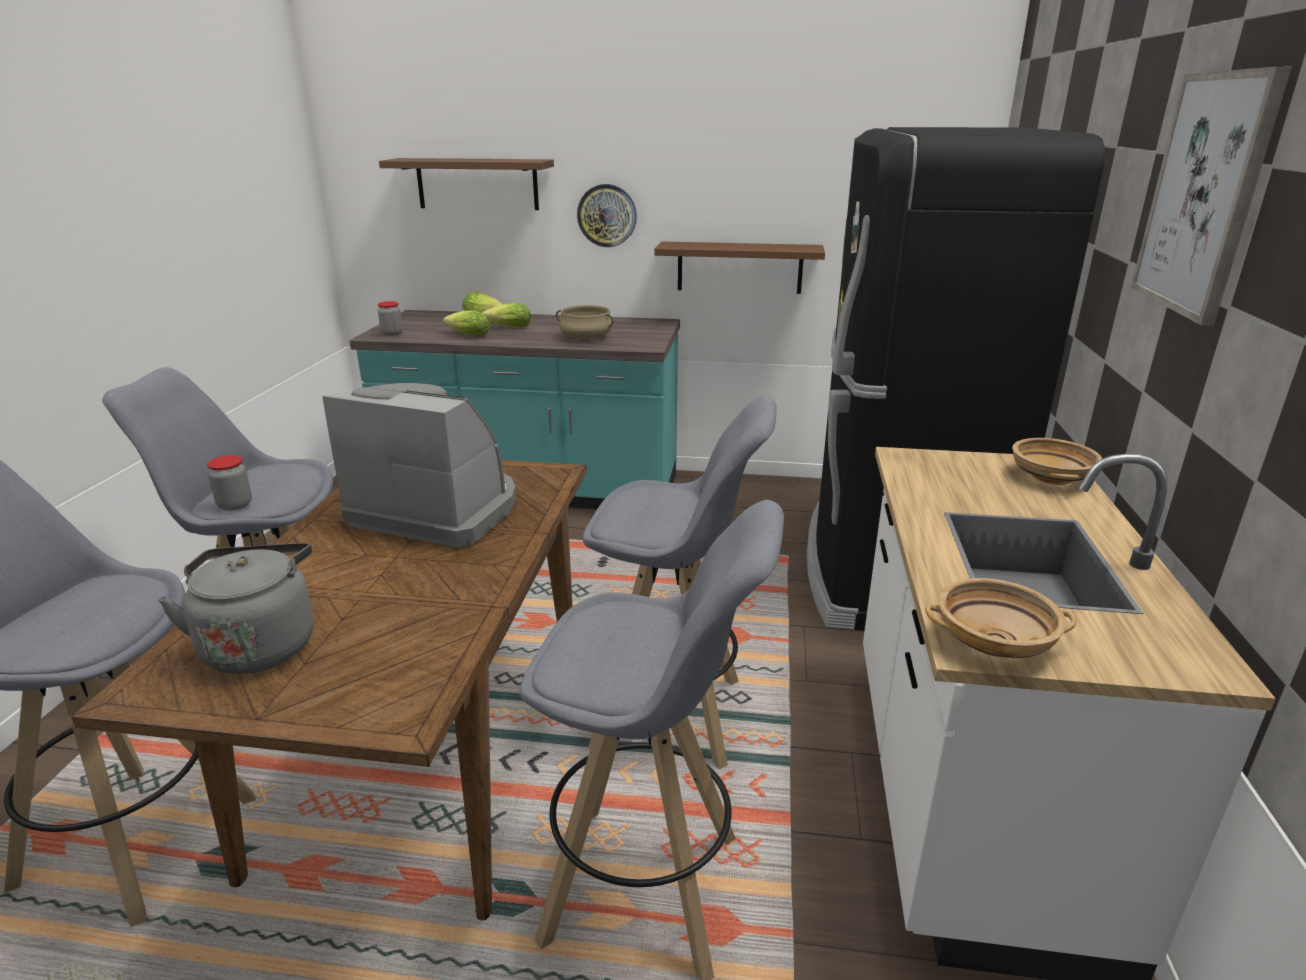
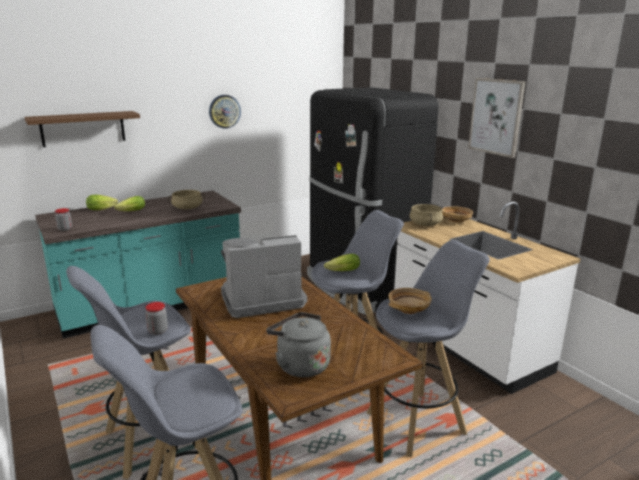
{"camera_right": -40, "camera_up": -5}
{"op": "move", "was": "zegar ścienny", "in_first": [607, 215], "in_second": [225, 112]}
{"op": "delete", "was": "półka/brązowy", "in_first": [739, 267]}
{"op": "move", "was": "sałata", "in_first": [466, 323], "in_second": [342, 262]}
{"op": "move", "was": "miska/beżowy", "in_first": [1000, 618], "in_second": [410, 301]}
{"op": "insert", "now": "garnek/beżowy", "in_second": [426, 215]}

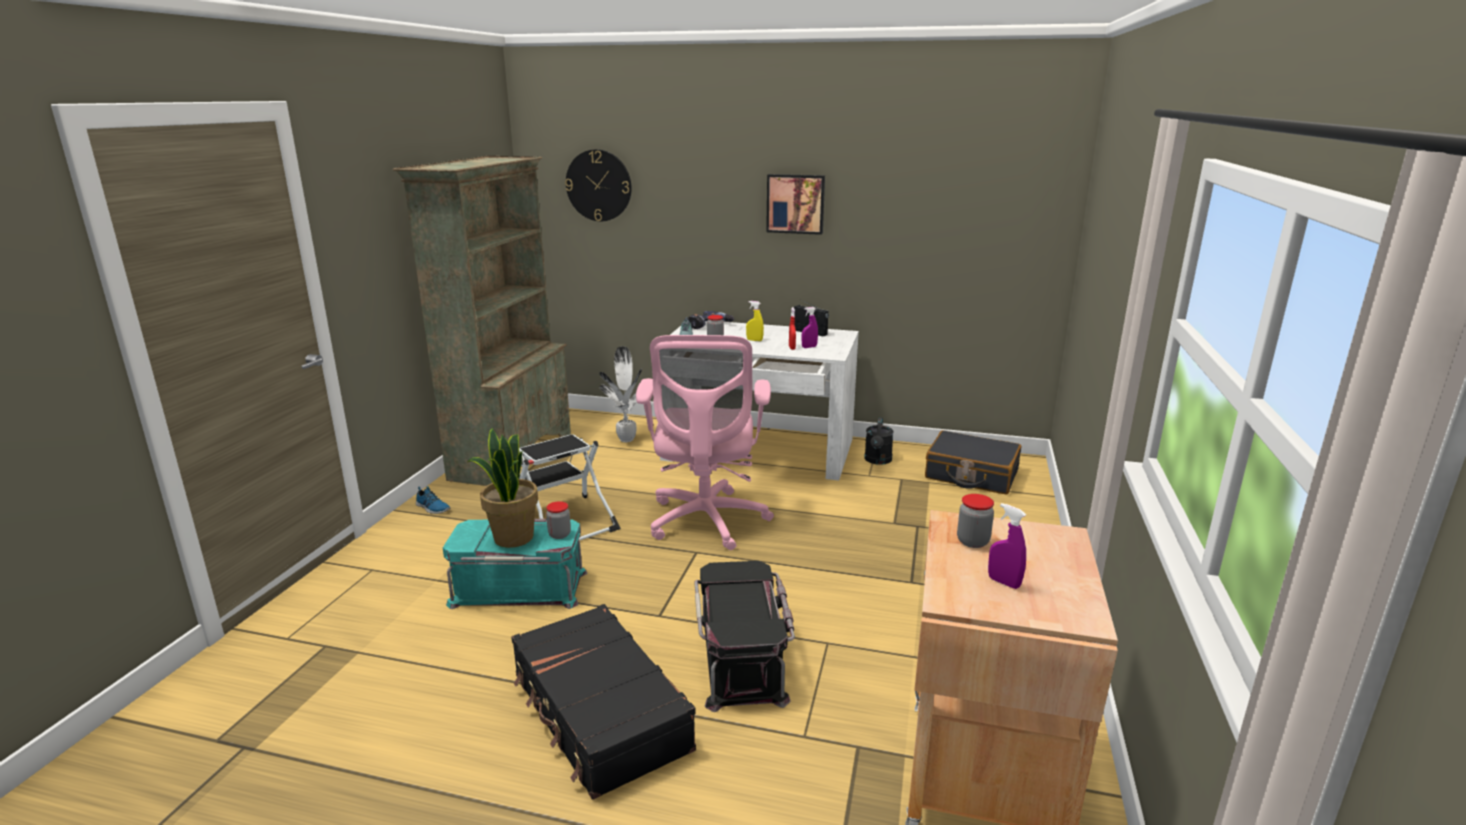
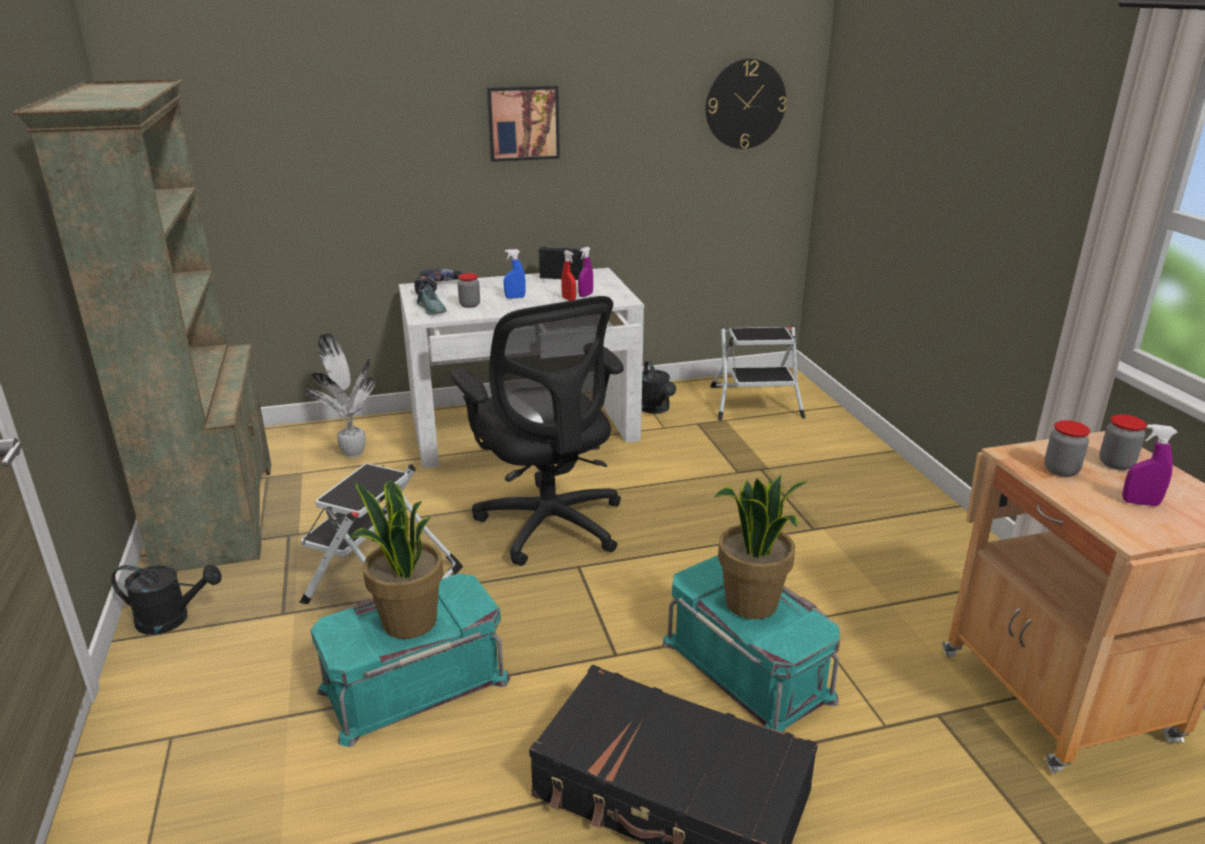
{"camera_right": -30, "camera_up": 5}
{"op": "move", "was": "zegar ścienny", "in_first": [598, 185], "in_second": [746, 104]}
{"op": "recolor", "was": "spryskiwacz/żółty", "now": "spryskiwacz/niebieski", "in_first": [755, 321], "in_second": [515, 273]}
{"op": "recolor", "was": "krzesło biurowe/różowy", "now": "krzesło biurowe/czarny", "in_first": [705, 442], "in_second": [537, 431]}
{"op": "replace", "was": "walizka/czarny", "now": "drabinka", "in_first": [973, 462], "in_second": [758, 373]}
{"op": "replace", "was": "but", "now": "konewka/czarny", "in_first": [433, 500], "in_second": [166, 599]}
{"op": "move", "was": "słoik", "in_first": [558, 520], "in_second": [1123, 442]}
{"op": "recolor", "was": "pojemnik do przechowywania/czarny", "now": "pojemnik do przechowywania/turkusowy", "in_first": [744, 636], "in_second": [751, 644]}
{"op": "insert", "now": "roślina doniczkowa", "in_second": [760, 547]}

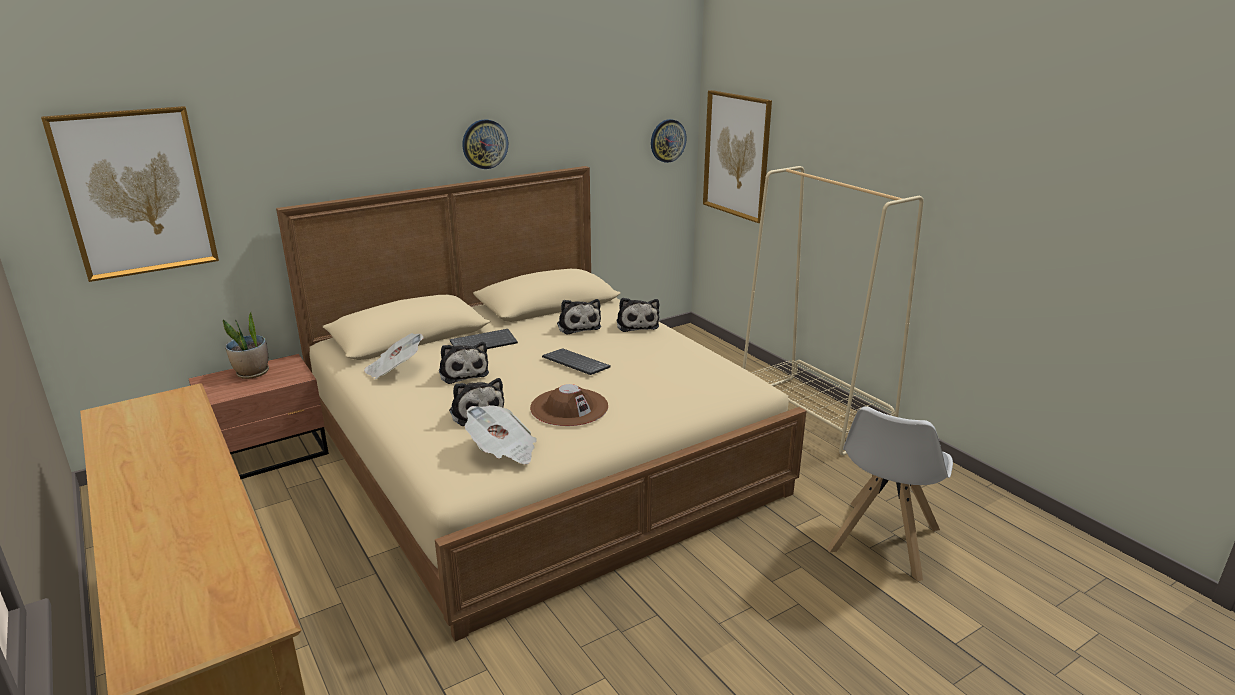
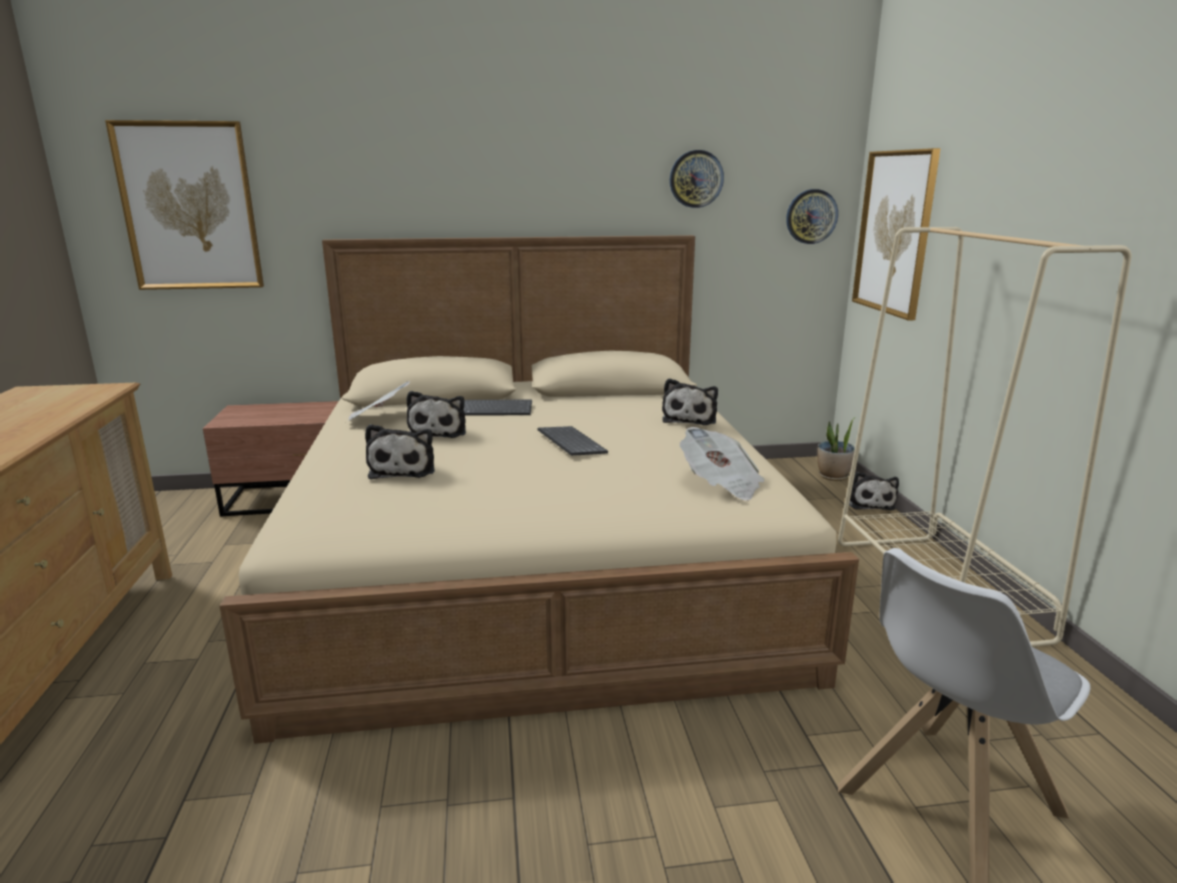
{"camera_right": 25, "camera_up": -5}
{"op": "move", "was": "zegar ścienny", "in_first": [485, 144], "in_second": [697, 179]}
{"op": "move", "was": "pluszak", "in_first": [579, 316], "in_second": [874, 491]}
{"op": "move", "was": "roślina doniczkowa", "in_first": [246, 345], "in_second": [836, 449]}
{"op": "delete", "was": "kapelusz/brązowy", "in_first": [569, 405]}
{"op": "move", "was": "gazeta", "in_first": [501, 435], "in_second": [722, 464]}

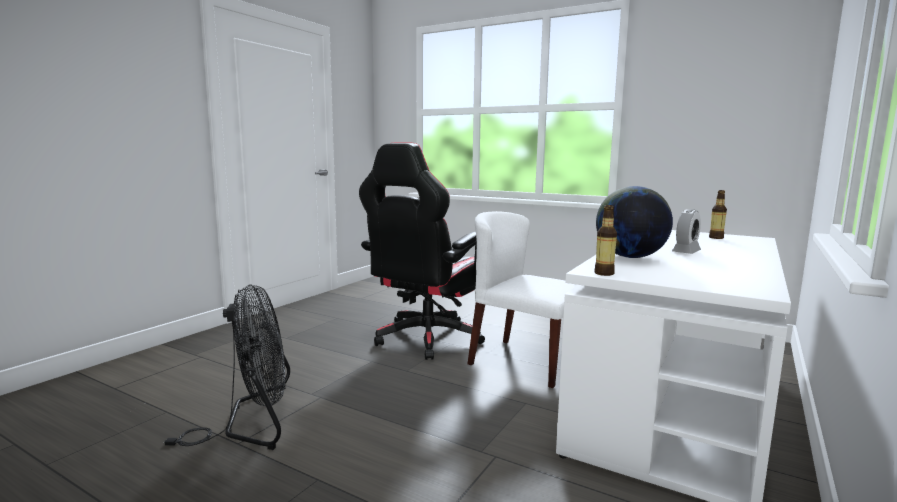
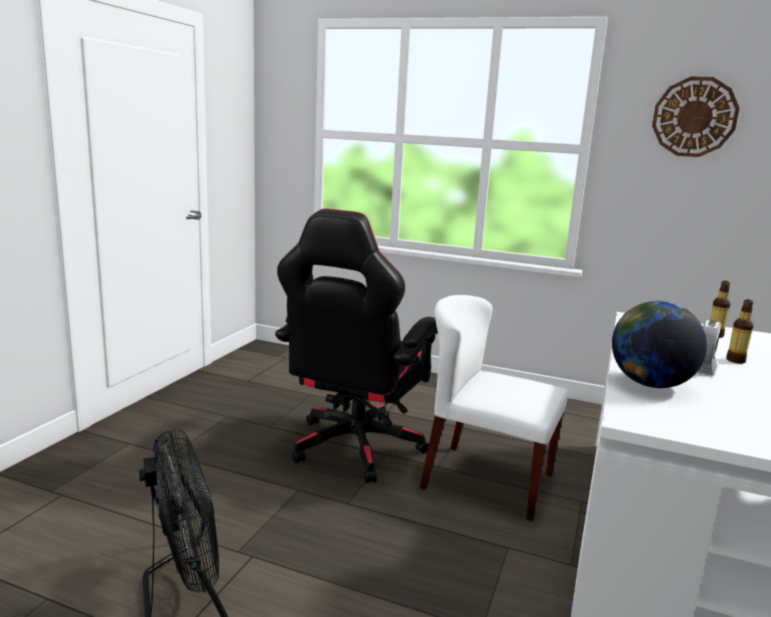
{"camera_right": -10, "camera_up": 5}
{"op": "move", "was": "butelka", "in_first": [605, 240], "in_second": [739, 331]}
{"op": "insert", "now": "zegar ścienny", "in_second": [696, 117]}

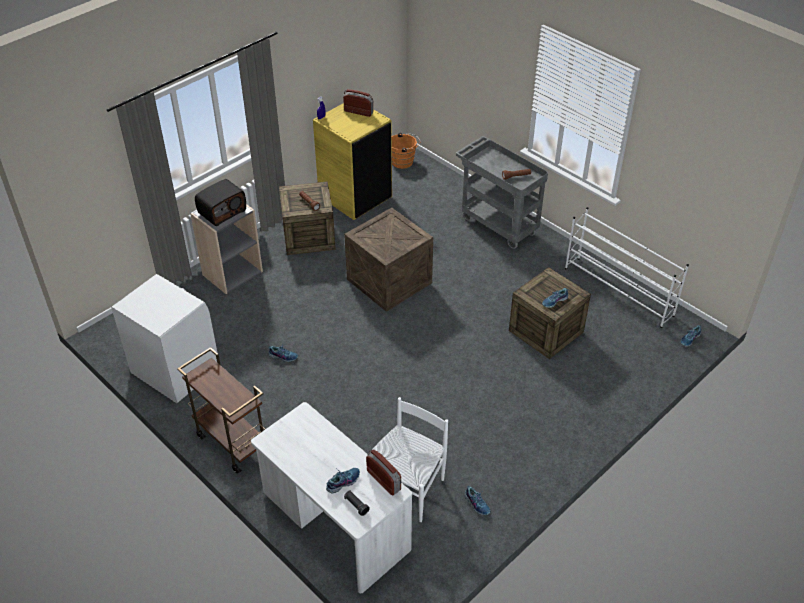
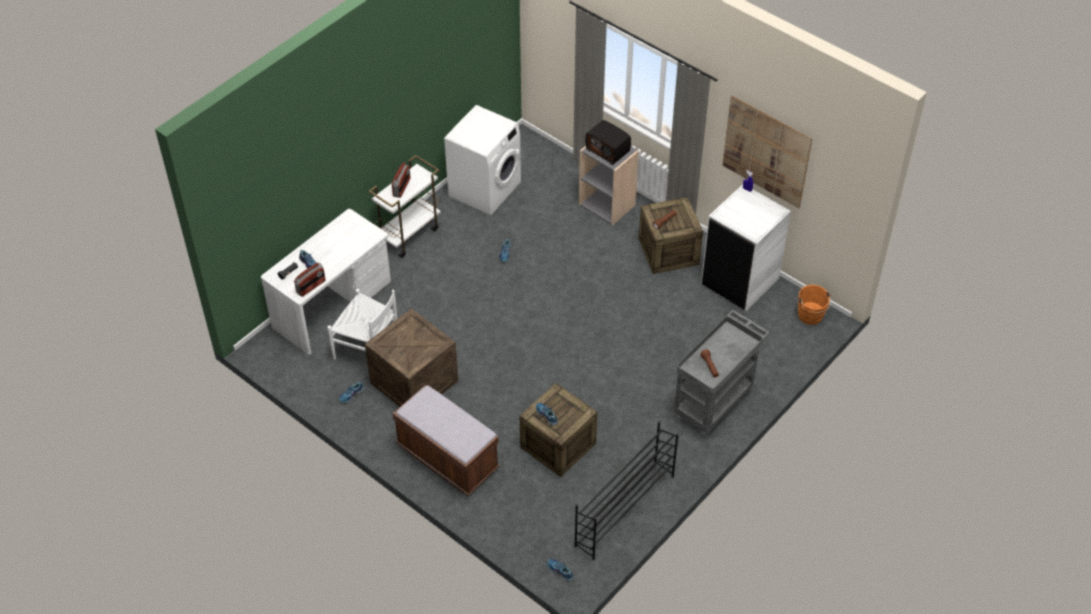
{"camera_right": 85, "camera_up": 5}
{"op": "move", "was": "radio", "in_first": [358, 103], "in_second": [401, 180]}
{"op": "recolor", "was": "szafka/żółty", "now": "szafka/biały", "in_first": [352, 161], "in_second": [746, 247]}
{"op": "recolor", "was": "regał na buty/biały", "now": "regał na buty/czarny", "in_first": [627, 267], "in_second": [626, 490]}
{"op": "move", "was": "skrzynka", "in_first": [388, 260], "in_second": [411, 357]}
{"op": "recolor", "was": "wózek/brązowy", "now": "wózek/biały", "in_first": [221, 410], "in_second": [404, 206]}
{"op": "insert", "now": "obraz", "in_second": [767, 152]}
{"op": "insert", "now": "ławka/brązowy", "in_second": [446, 440]}

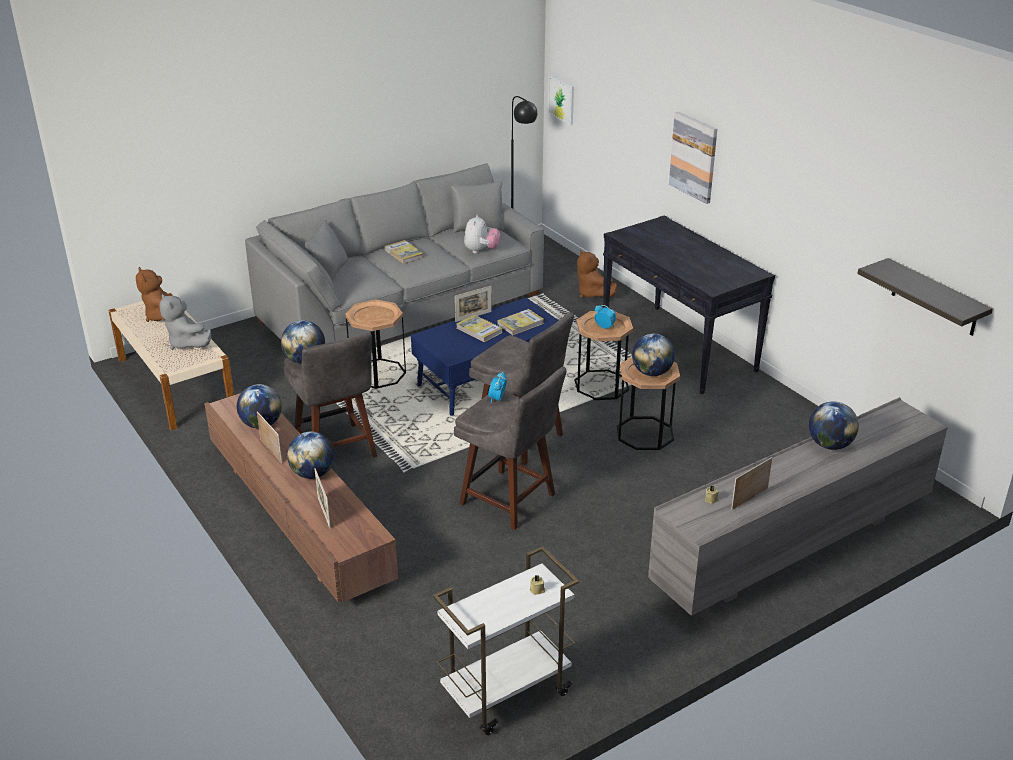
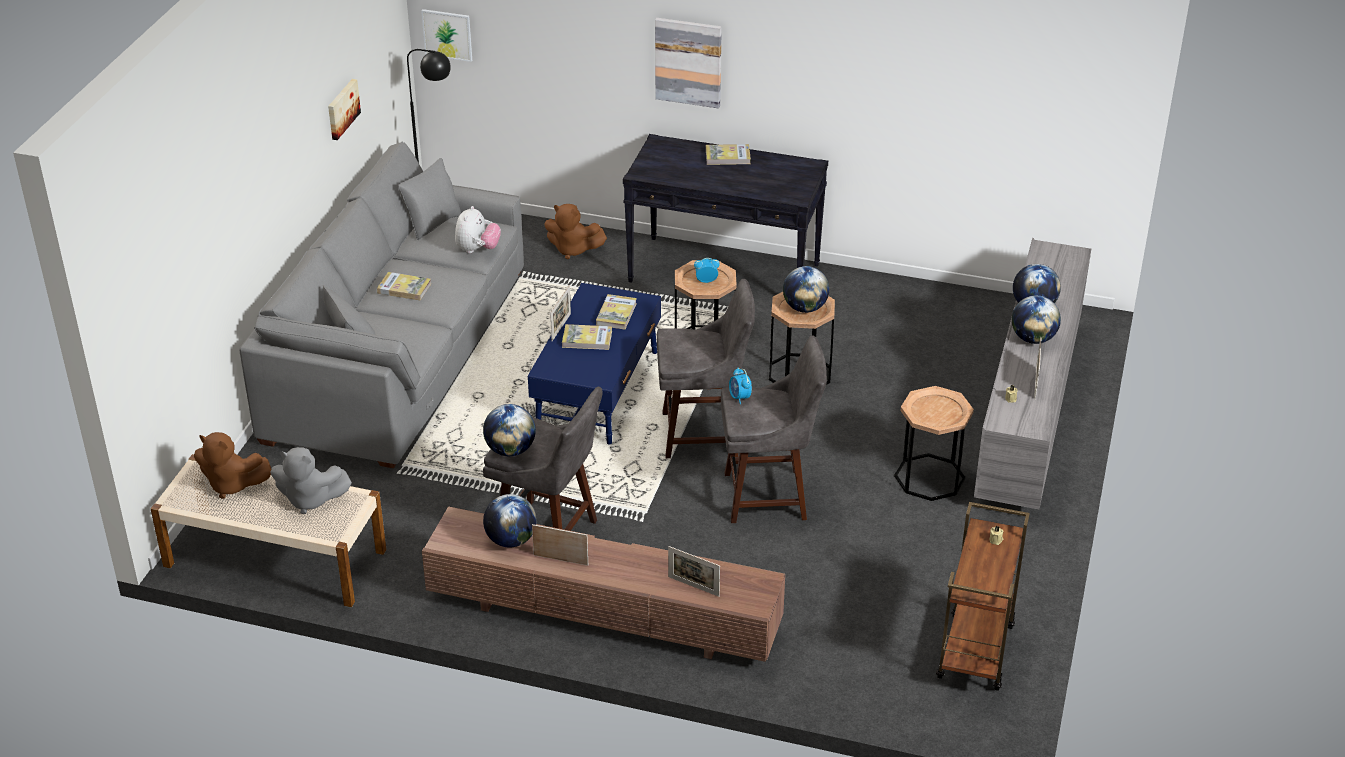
{"camera_right": -40, "camera_up": 5}
{"op": "rotate", "was": "pluszak", "in_first": [482, 234], "in_second": [478, 229], "clockwise": 45}
{"op": "delete", "was": "półka", "in_first": [925, 297]}
{"op": "move", "was": "stolik/brązowy", "in_first": [375, 344], "in_second": [934, 443]}
{"op": "move", "was": "globus", "in_first": [311, 455], "in_second": [1036, 319]}
{"op": "recolor", "was": "wózek/biały", "now": "wózek/brązowy", "in_first": [506, 640], "in_second": [983, 596]}
{"op": "insert", "now": "obraz", "in_second": [344, 109]}
{"op": "insert", "now": "książka", "in_second": [728, 154]}

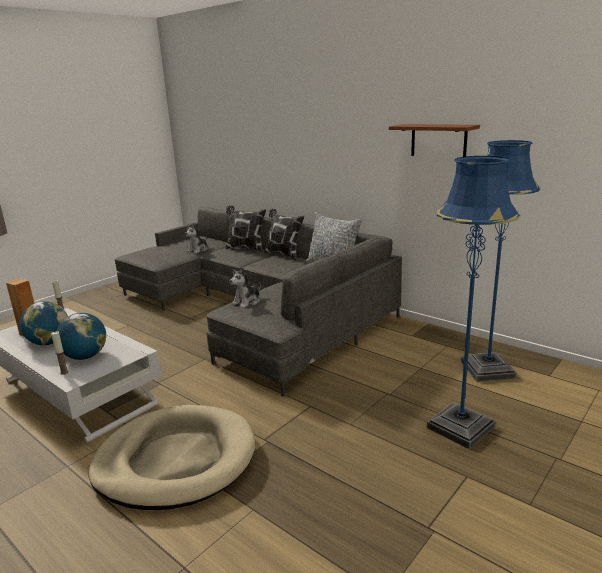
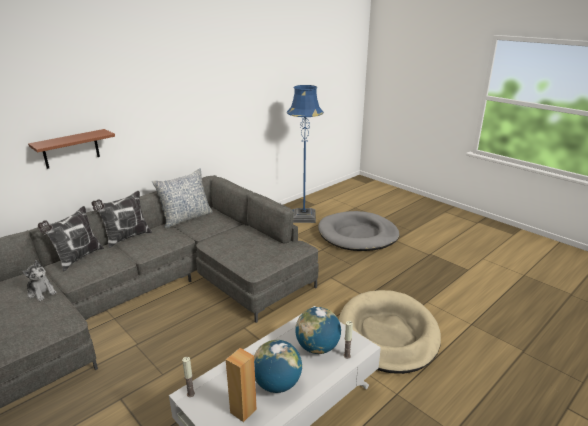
{"camera_right": -85, "camera_up": 5}
{"op": "move", "was": "półka/brązowy", "in_first": [434, 140], "in_second": [71, 149]}
{"op": "replace", "was": "lampa stojąca/niebieski", "now": "legowisko/szary", "in_first": [473, 302], "in_second": [359, 231]}
{"op": "delete", "was": "pluszak", "in_first": [245, 287]}

